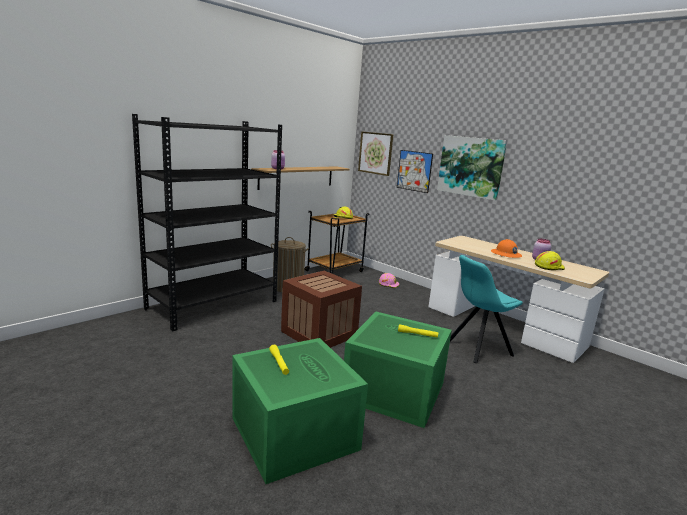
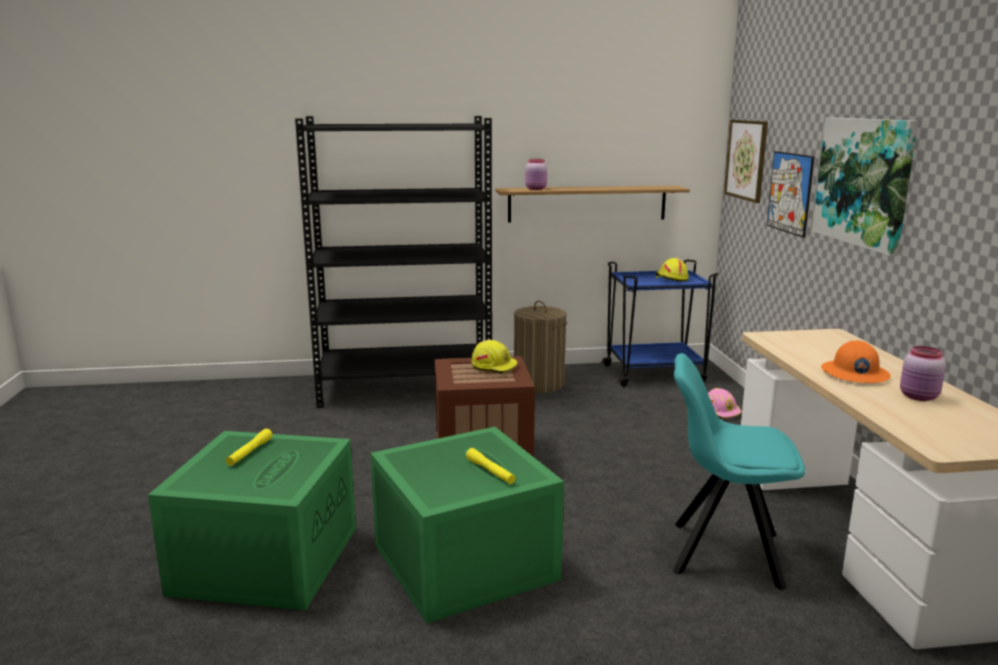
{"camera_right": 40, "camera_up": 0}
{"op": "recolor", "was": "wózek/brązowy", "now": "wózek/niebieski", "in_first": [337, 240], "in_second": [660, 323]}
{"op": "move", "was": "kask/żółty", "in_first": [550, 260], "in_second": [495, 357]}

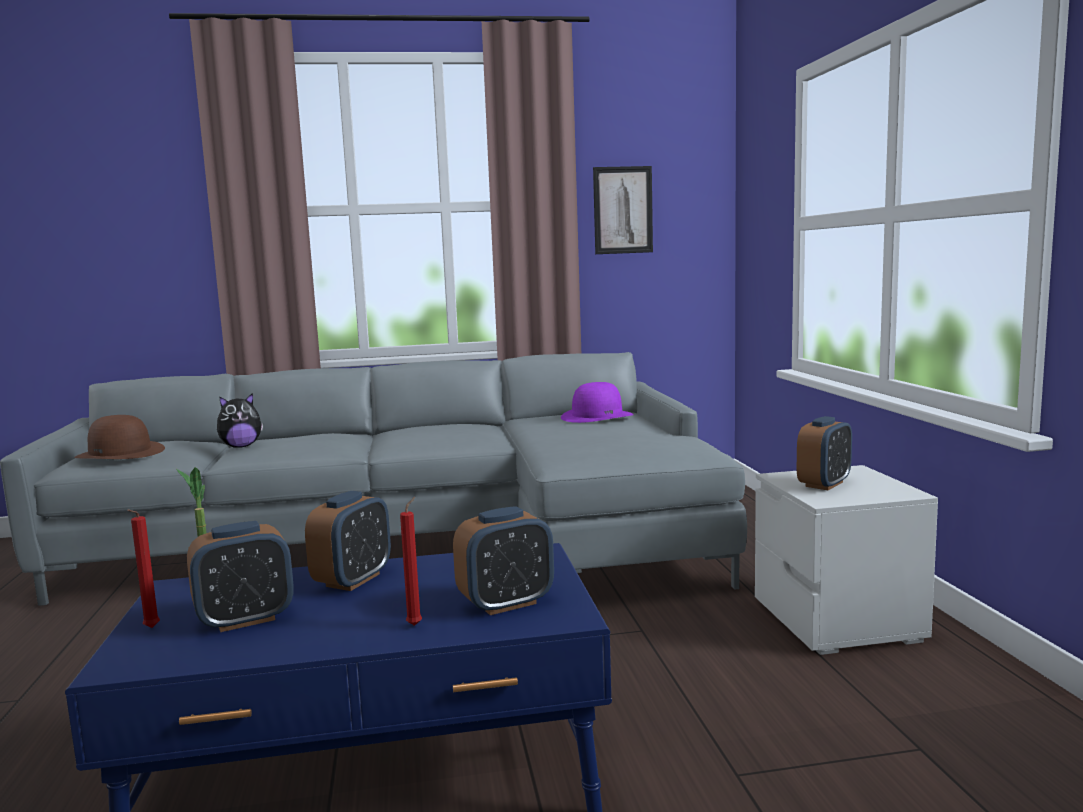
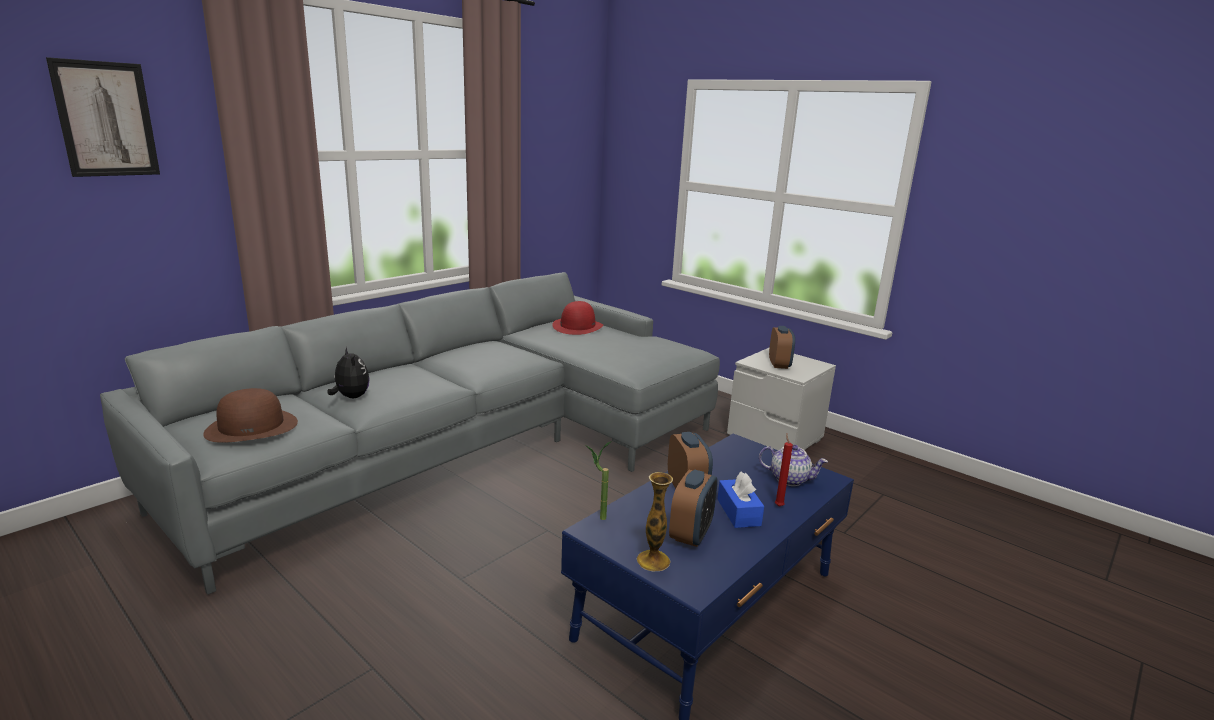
{"camera_right": -40, "camera_up": 10}
{"op": "move", "was": "obraz", "in_first": [623, 210], "in_second": [103, 117]}
{"op": "recolor", "was": "kapelusz/fioletowy", "now": "kapelusz/czerwony", "in_first": [597, 402], "in_second": [577, 318]}
{"op": "rotate", "was": "pluszak", "in_first": [240, 420], "in_second": [348, 372], "clockwise": -60}
{"op": "replace", "was": "budzik", "now": "imbryk", "in_first": [503, 560], "in_second": [793, 465]}
{"op": "replace", "was": "świeca/czerwony", "now": "wazon", "in_first": [143, 568], "in_second": [655, 522]}
{"op": "insert", "now": "pudełko chusteczek/niebieski", "in_second": [740, 500]}

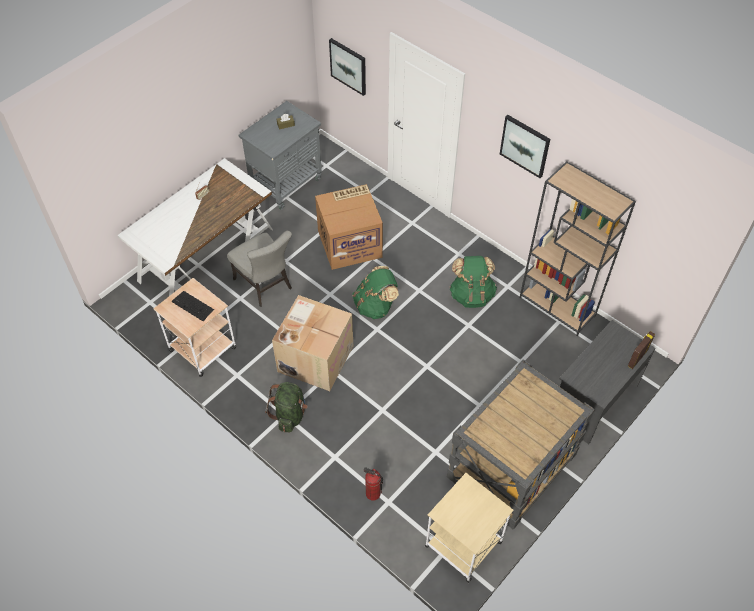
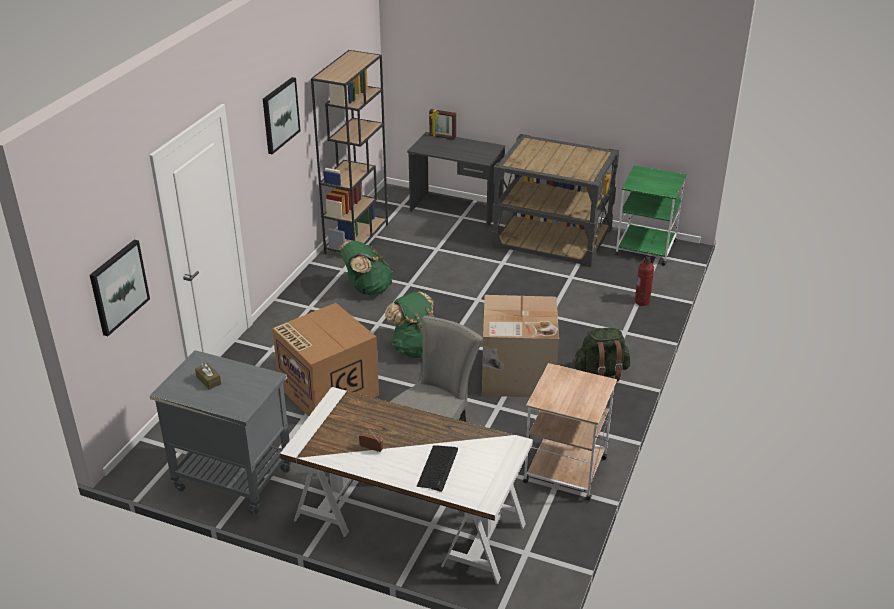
{"camera_right": -110, "camera_up": -20}
{"op": "move", "was": "klawiatura", "in_first": [193, 306], "in_second": [437, 468]}
{"op": "recolor", "was": "wózek/beżowy", "now": "wózek/zielony", "in_first": [469, 528], "in_second": [651, 215]}

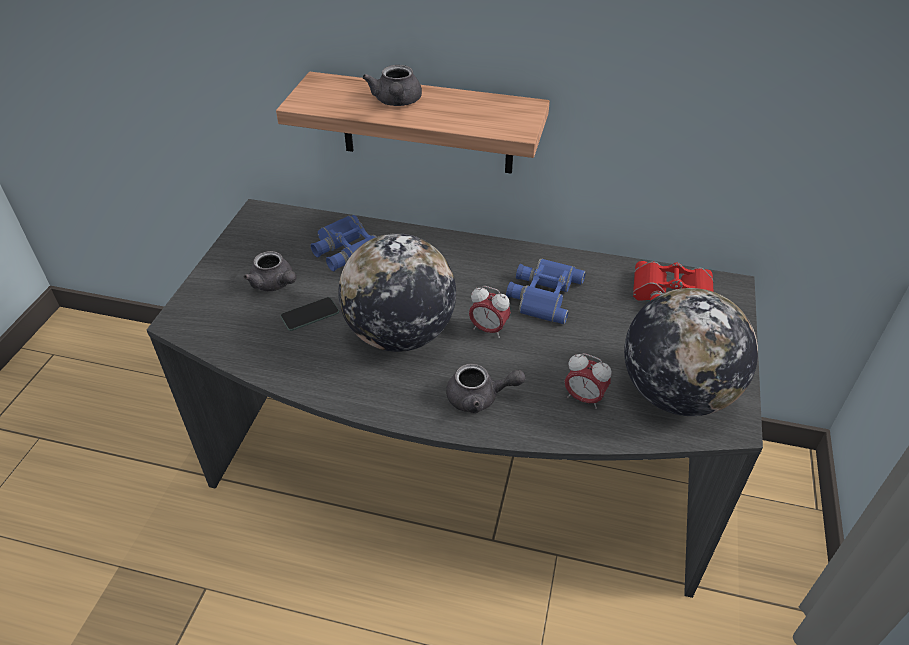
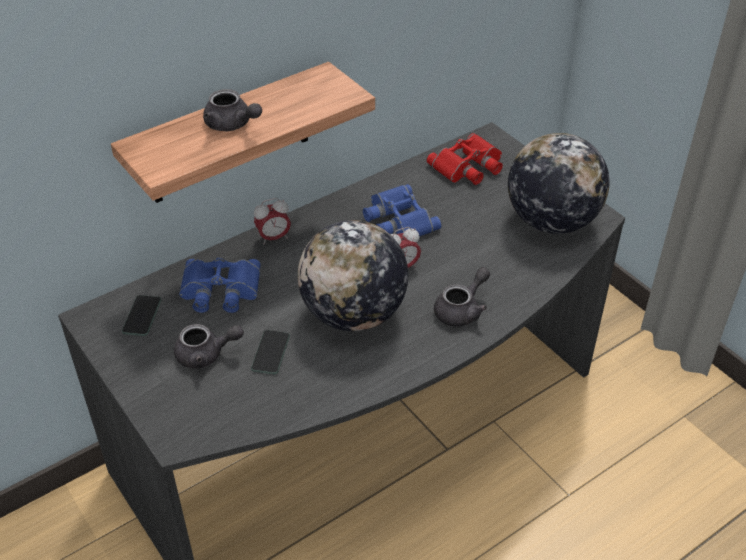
{"camera_right": -50, "camera_up": 0}
{"op": "move", "was": "budzik", "in_first": [588, 381], "in_second": [272, 221]}
{"op": "insert", "now": "telefon", "in_second": [141, 315]}

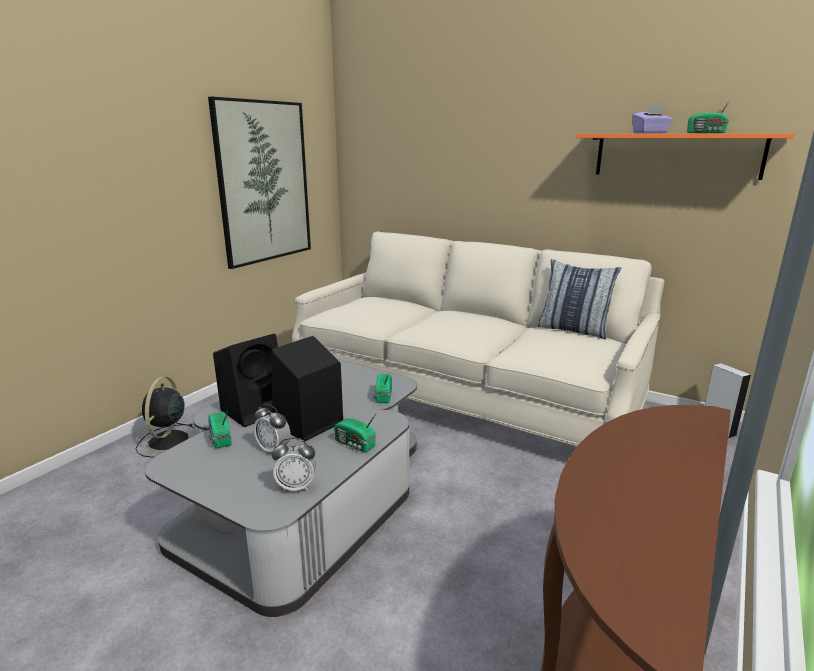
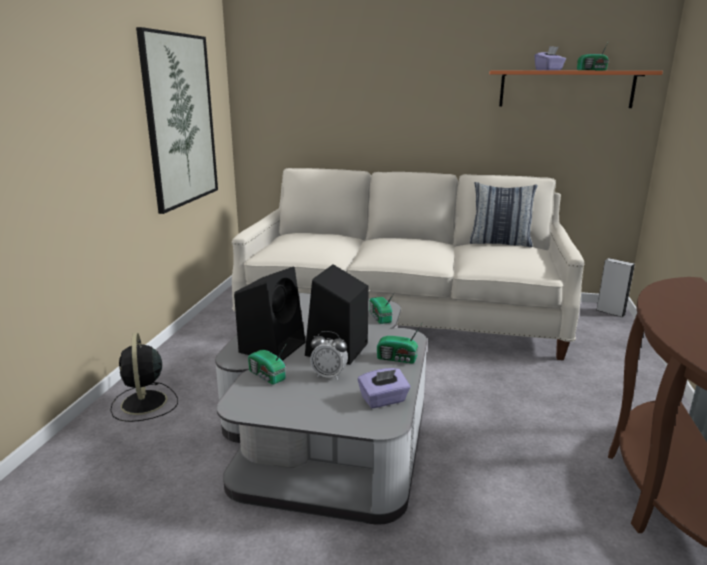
{"camera_right": -20, "camera_up": 0}
{"op": "replace", "was": "budzik", "now": "pudełko chusteczek/fioletowy", "in_first": [294, 465], "in_second": [384, 388]}

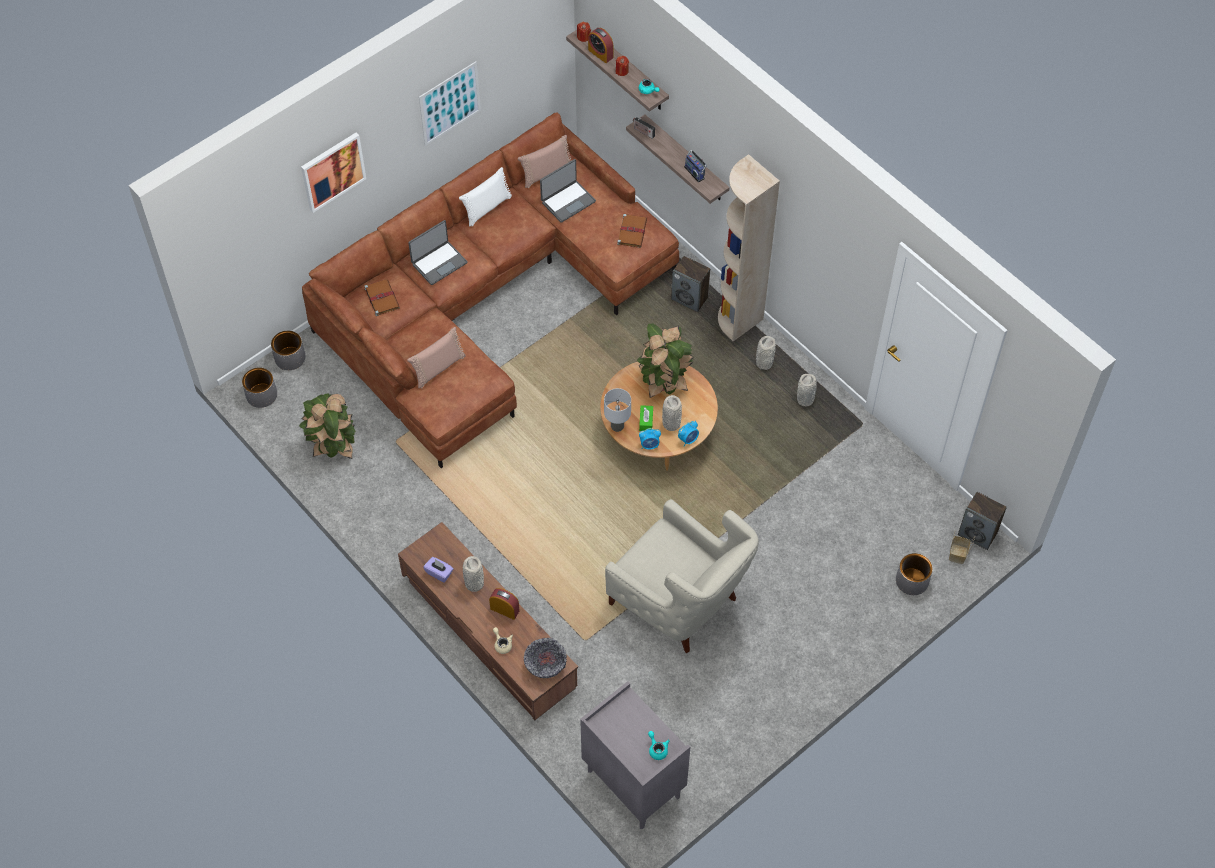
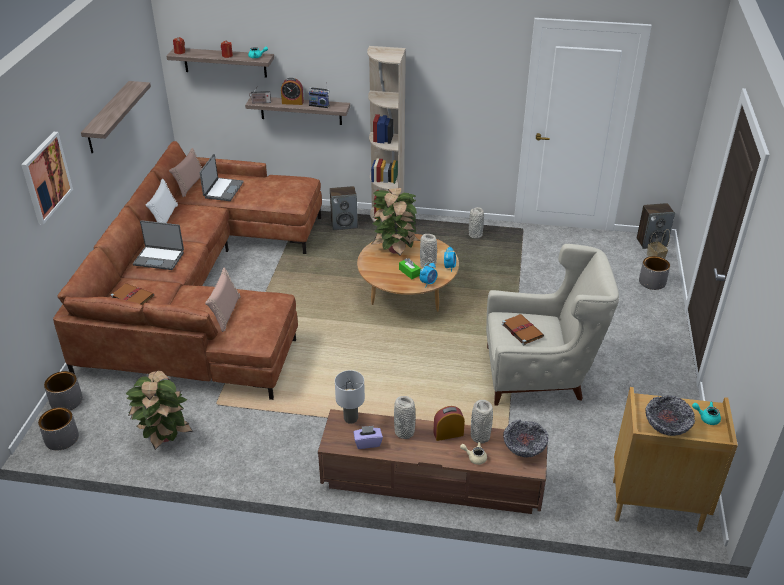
{"camera_right": -40, "camera_up": -20}
{"op": "move", "was": "budzik", "in_first": [600, 45], "in_second": [292, 91]}
{"op": "replace", "was": "obraz", "now": "półka", "in_first": [450, 103], "in_second": [116, 117]}
{"op": "move", "was": "książka/brązowy", "in_first": [632, 231], "in_second": [523, 329]}
{"op": "rotate", "was": "laptop", "in_first": [438, 252], "in_second": [158, 245], "clockwise": 90}
{"op": "move", "was": "wazon/szary", "in_first": [766, 353], "in_second": [482, 421]}
{"op": "move", "was": "lampa stołowa/biały", "in_first": [617, 410], "in_second": [350, 397]}
{"op": "recolor", "was": "szafka/szary", "now": "szafka/brązowy", "in_first": [635, 755], "in_second": [675, 459]}
{"op": "insert", "now": "miska", "in_second": [670, 415]}

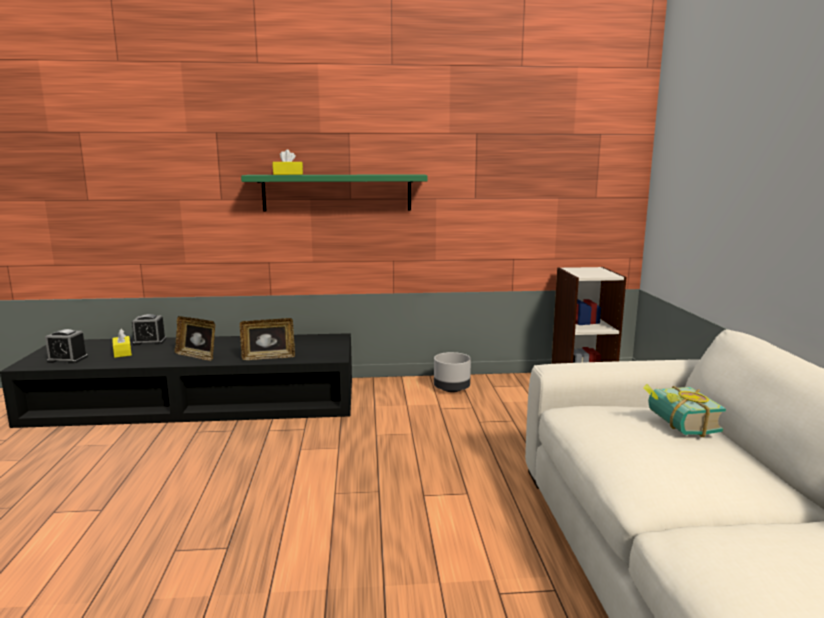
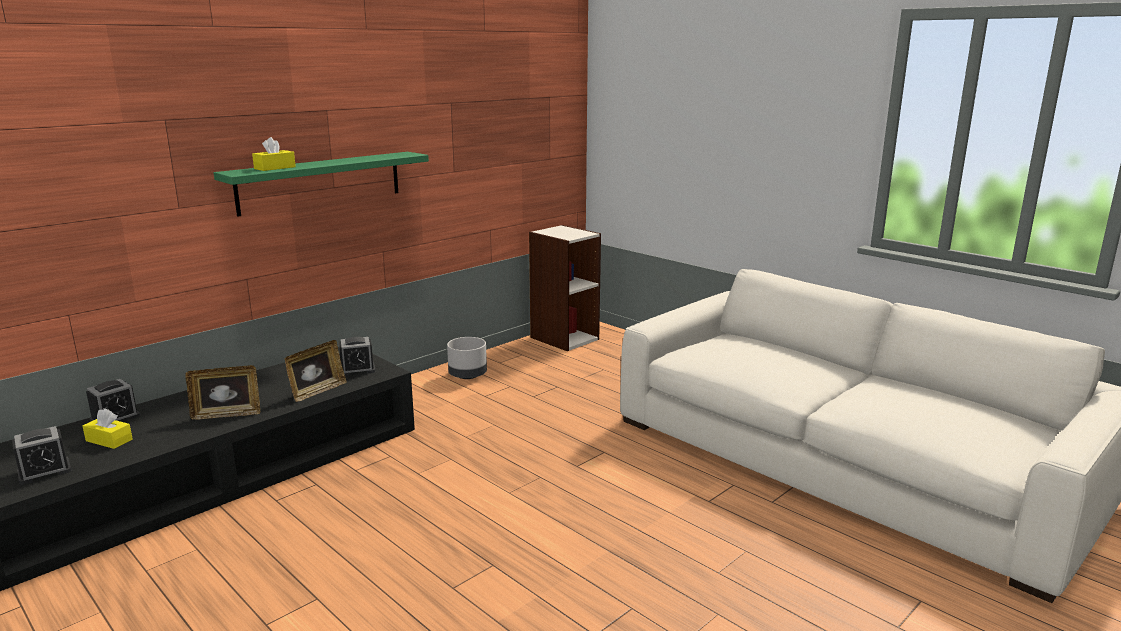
{"camera_right": -40, "camera_up": 5}
{"op": "delete", "was": "książka", "in_first": [684, 410]}
{"op": "insert", "now": "budzik", "in_second": [357, 356]}

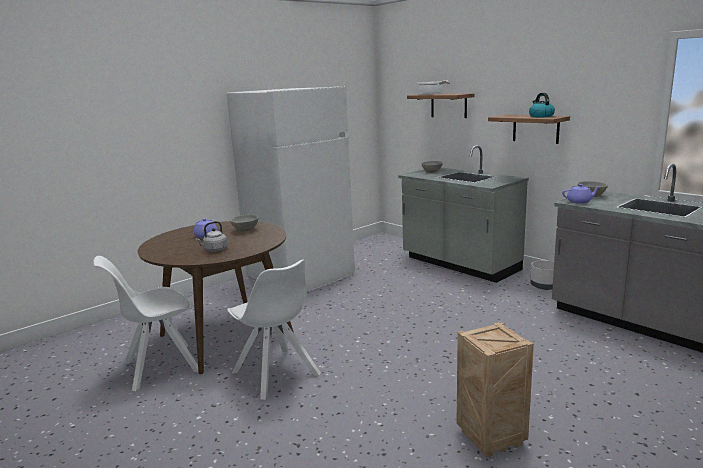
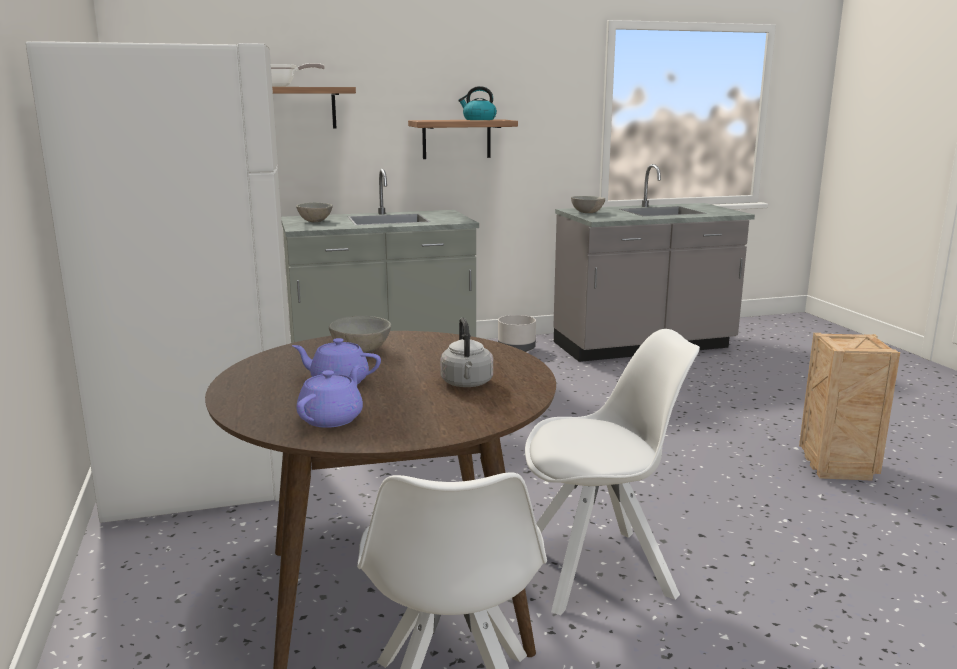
{"camera_right": -65, "camera_up": 0}
{"op": "move", "was": "imbryk/fioletowy", "in_first": [581, 194], "in_second": [330, 396]}

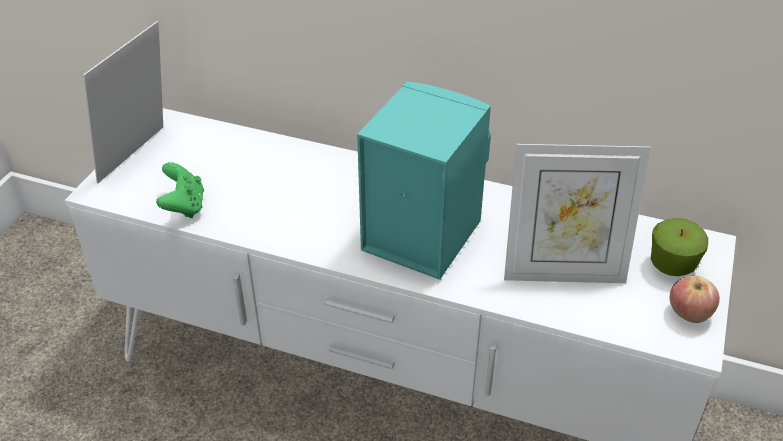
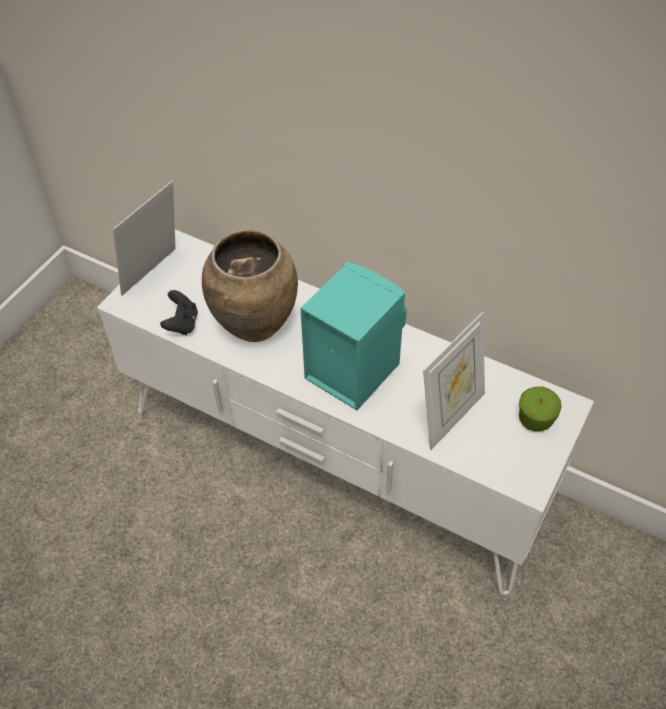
{"camera_right": 10, "camera_up": 10}
{"op": "rotate", "was": "ramka na zdjęcie", "in_first": [577, 213], "in_second": [454, 381], "clockwise": -60}
{"op": "recolor", "was": "pad do gier/zielony", "now": "pad do gier/czarny", "in_first": [180, 190], "in_second": [179, 312]}
{"op": "delete", "was": "jabłko", "in_first": [695, 299]}
{"op": "insert", "now": "wazon/brązowy", "in_second": [250, 285]}

